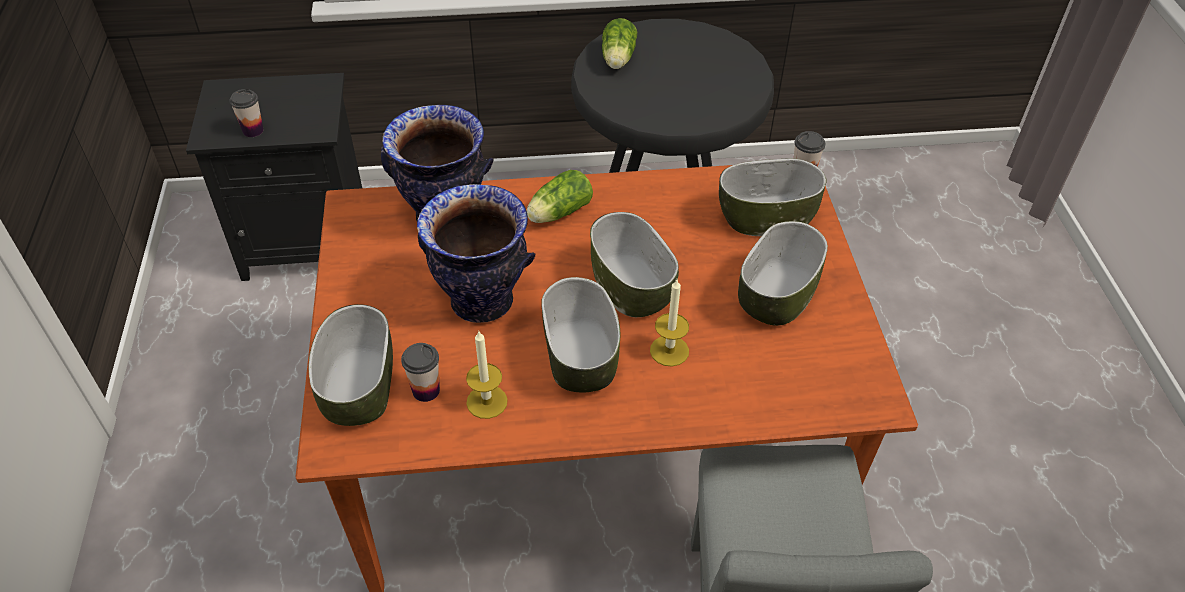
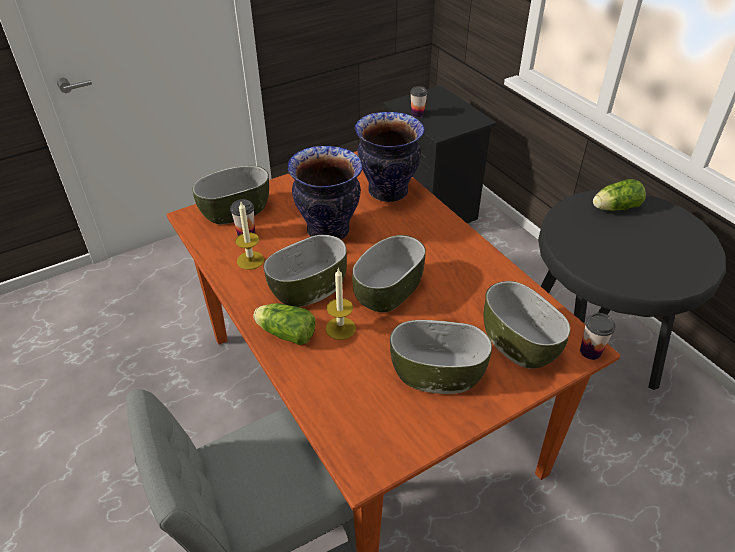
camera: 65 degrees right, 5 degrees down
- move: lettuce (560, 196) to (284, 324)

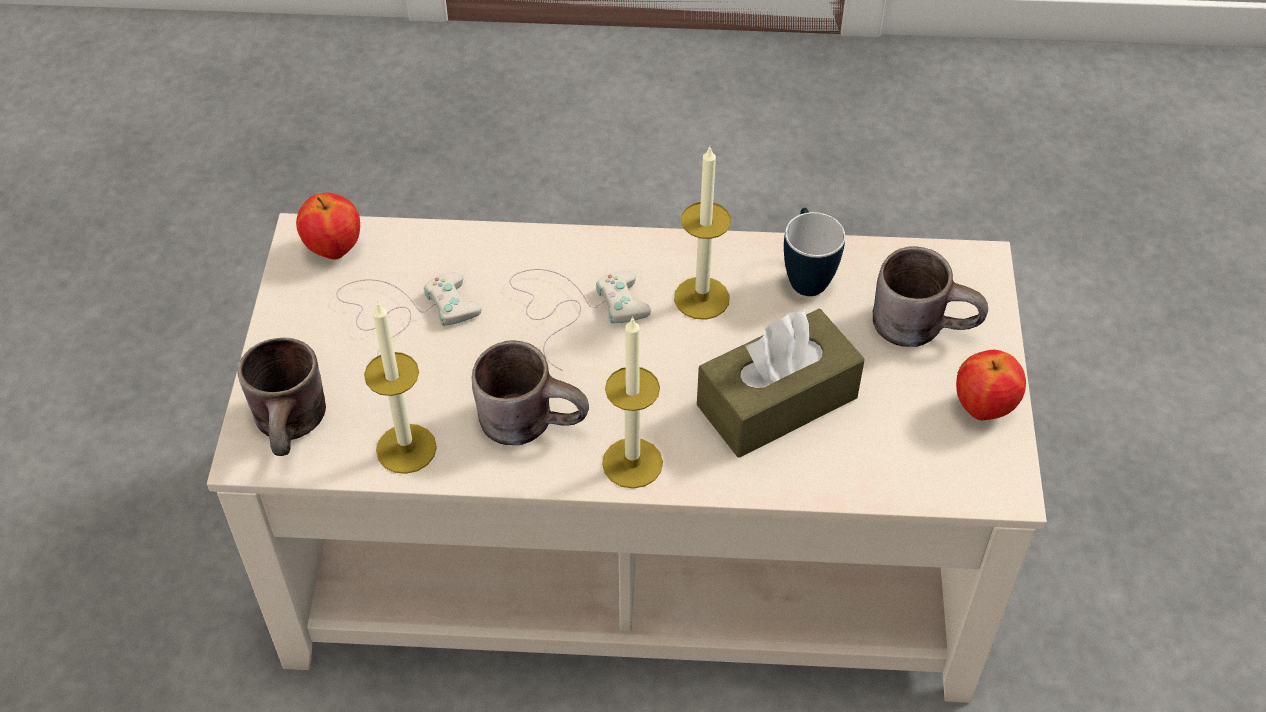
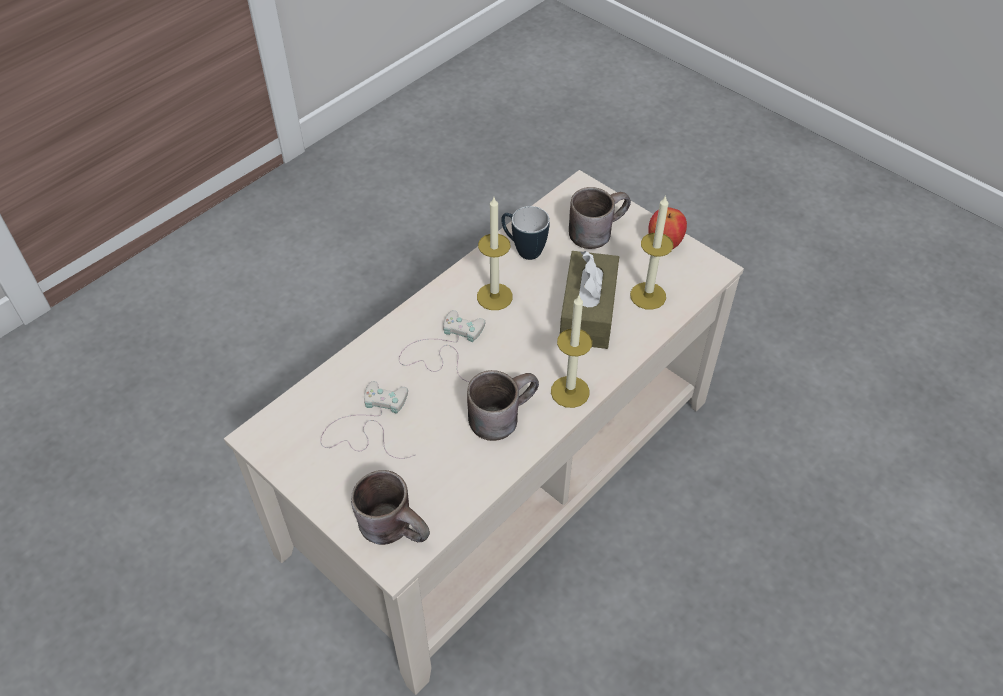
camera: 50 degrees left, 0 degrees up
- delete: whole apple (328, 226)
- move: candle (400, 387) to (651, 252)

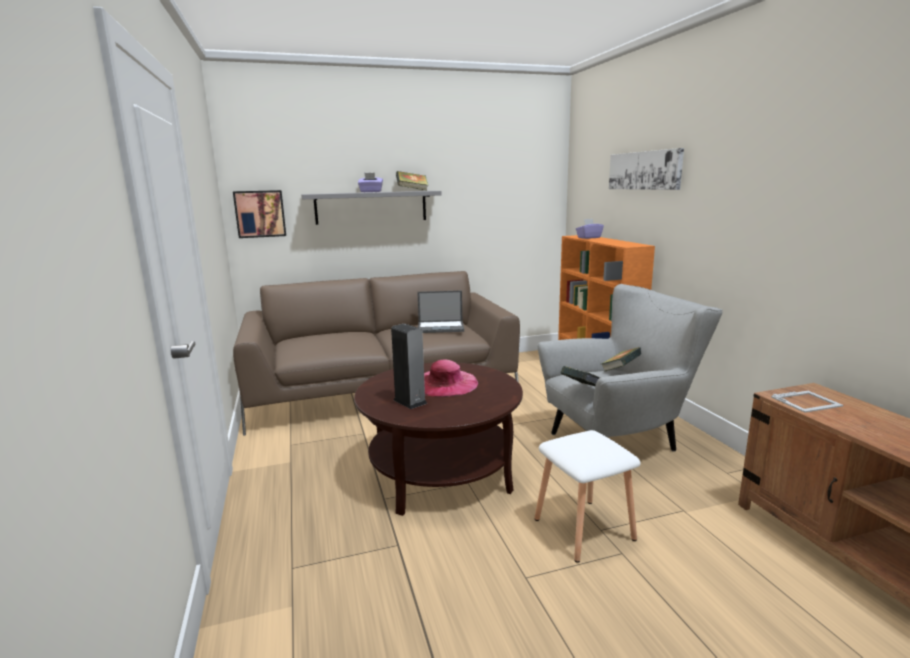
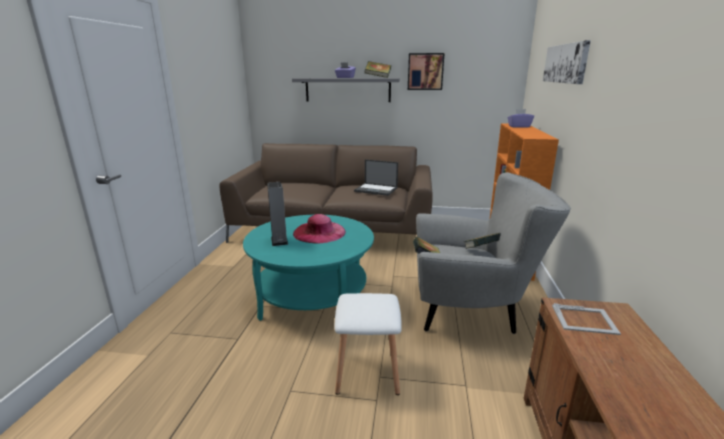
camera: 25 degrees right, 5 degrees up
- move: wall art (259, 214) to (426, 71)
- recolor: brown low table (438, 439) to turquoise low table (308, 268)

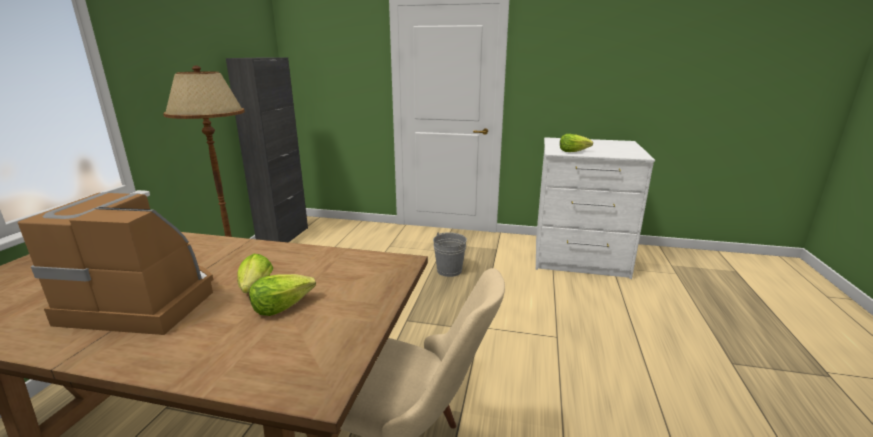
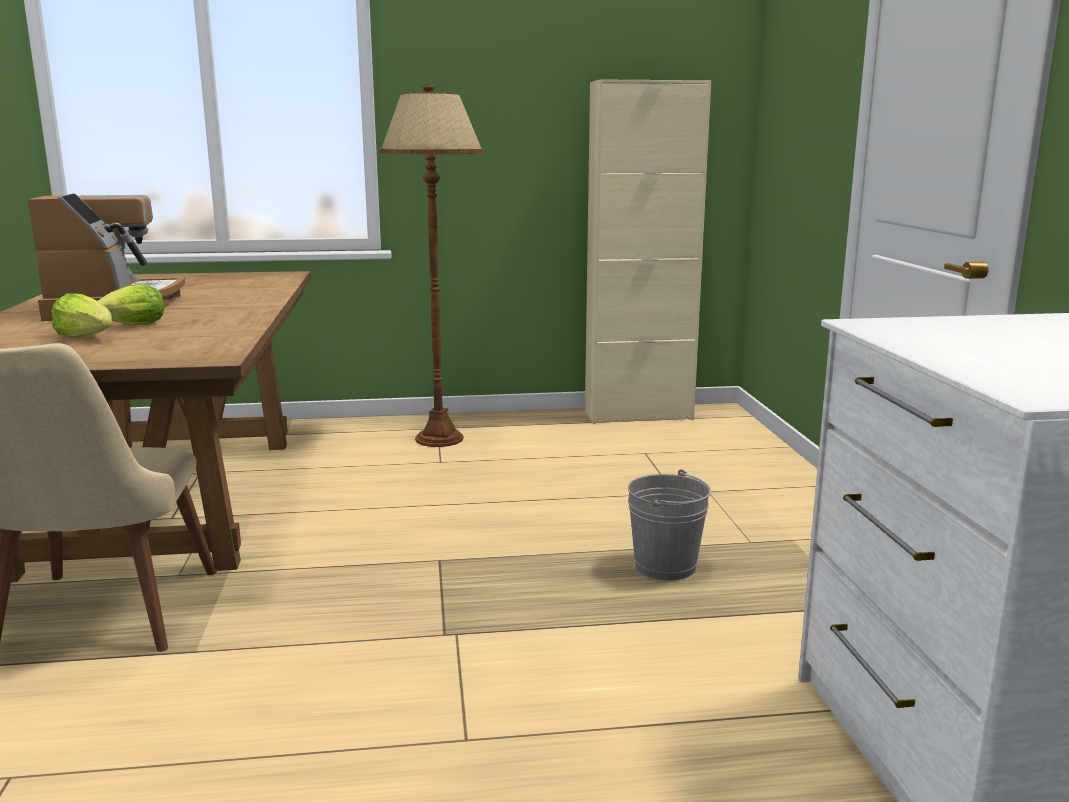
camera: 70 degrees right, 5 degrees down
- recolor: black cupboard (267, 150) to sand-coloured cupboard (648, 251)
- delete: lettuce (576, 143)

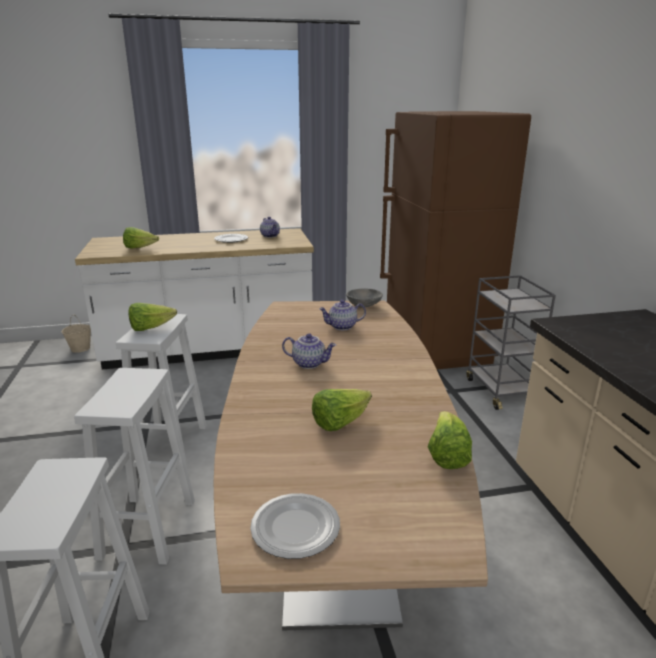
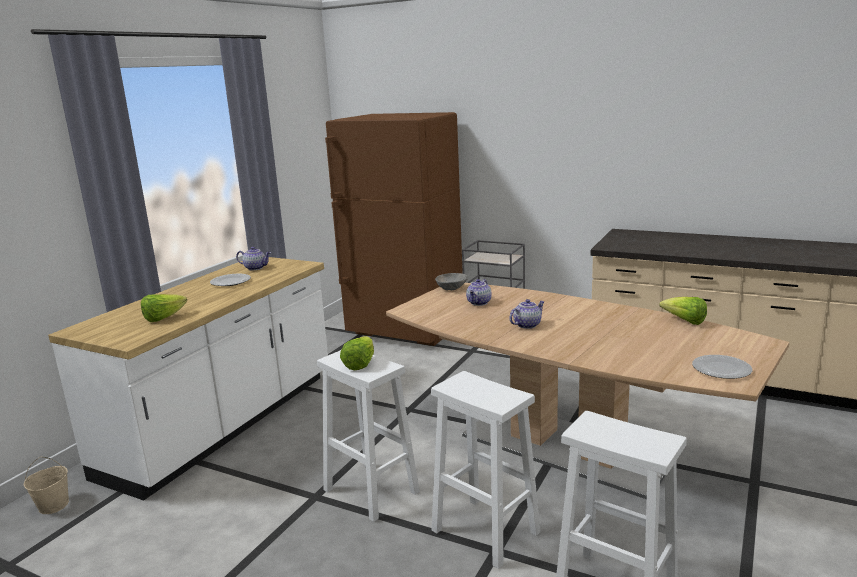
camera: 50 degrees left, 5 degrees down
- delete: lettuce (342, 410)

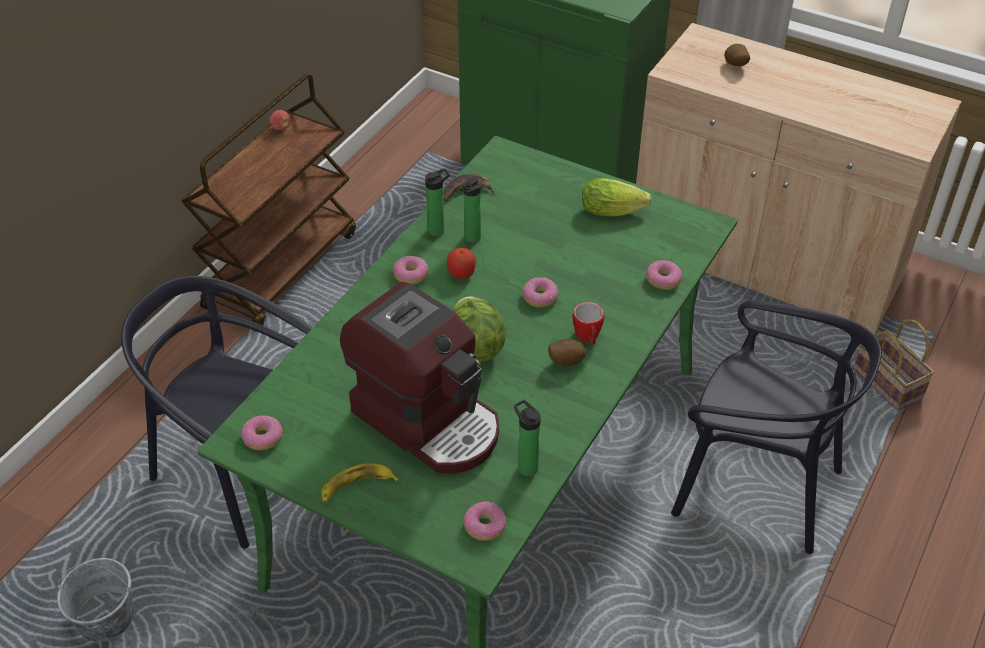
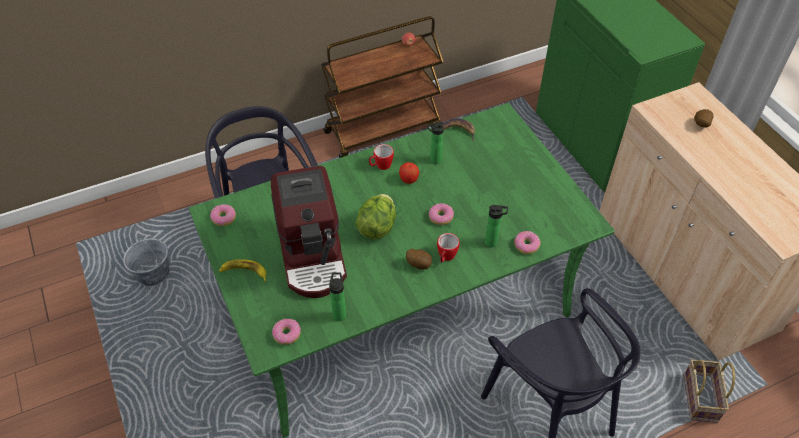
camera: 35 degrees right, 5 degrees up
- replace: donut (411, 269) to coffee mug (381, 157)
- move: bottle (437, 202) to (496, 226)
- delete: lettuce (617, 197)

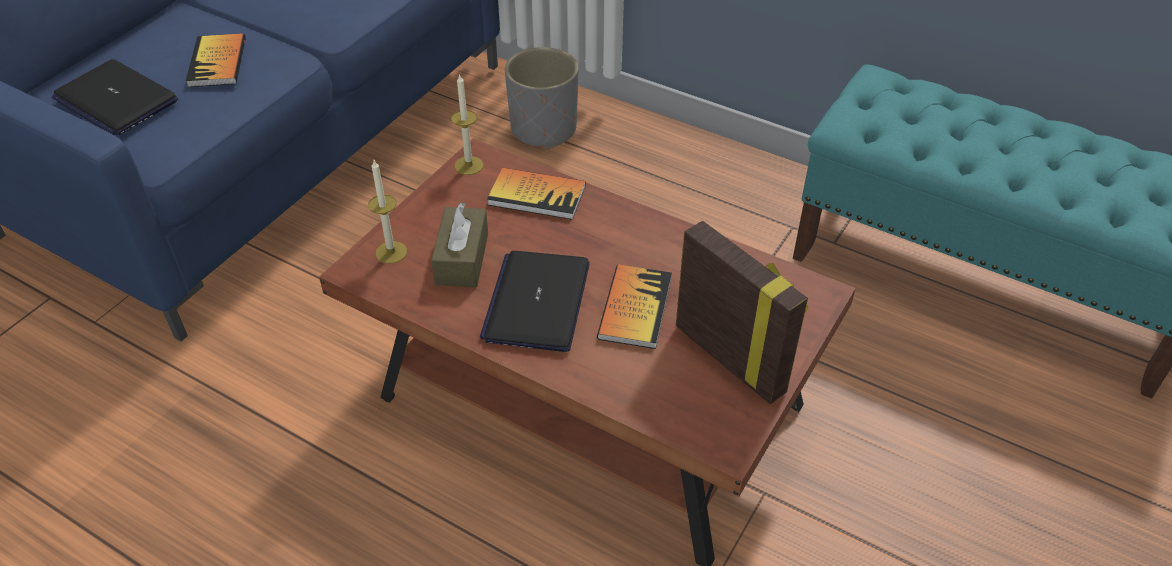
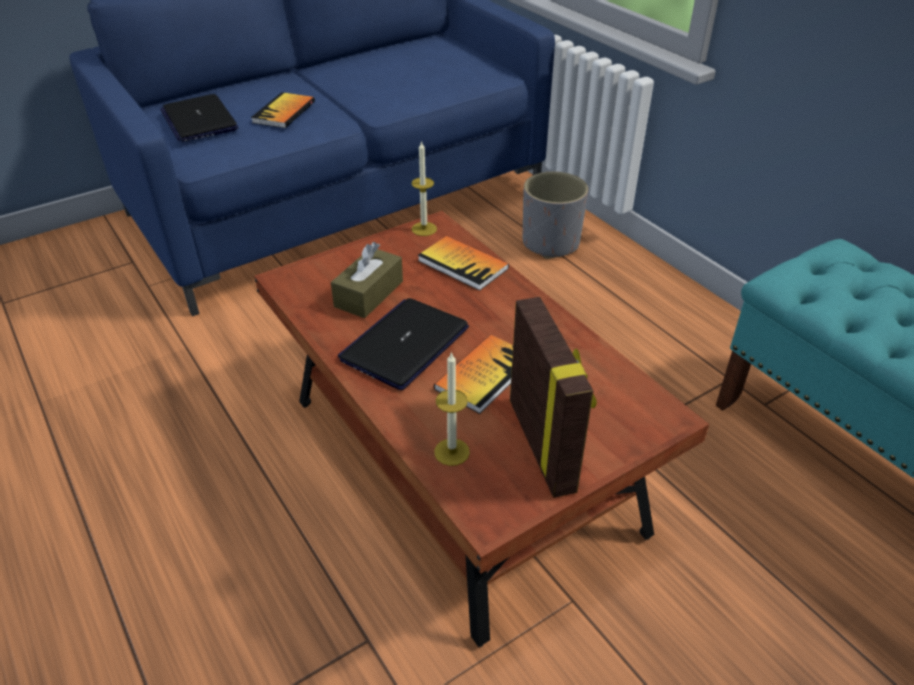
camera: 25 degrees right, 5 degrees down
- move: candle (387, 212) to (452, 408)

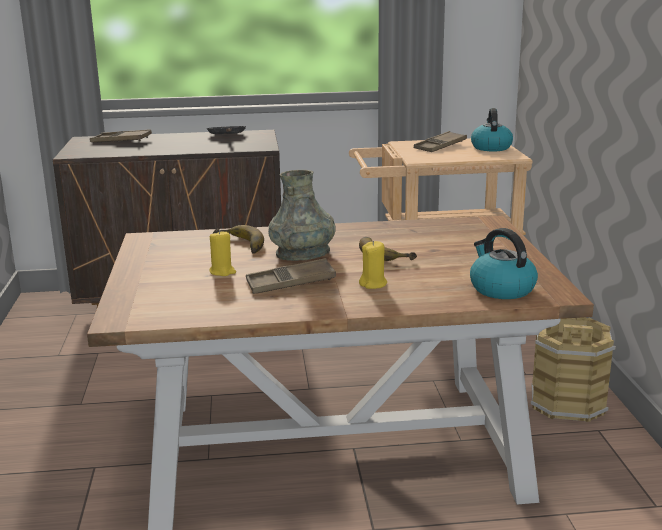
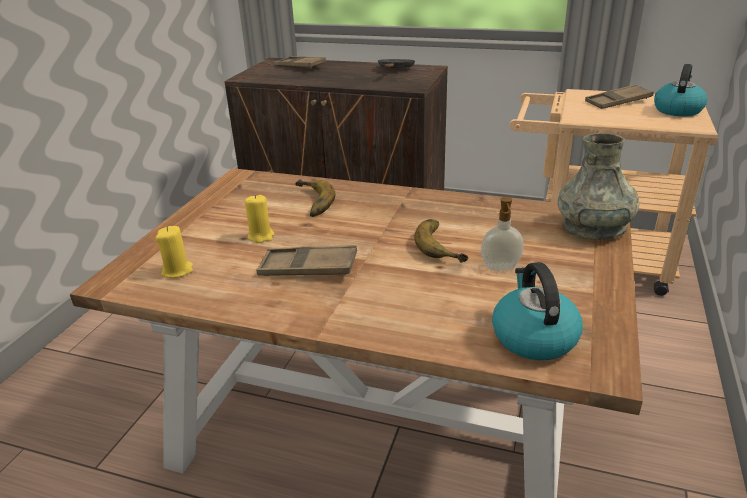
camera: 25 degrees right, 10 degrees up
- move: greyish decorative vase (301, 215) to (598, 186)
- move: yellow candle (373, 265) to (174, 252)
- delete: brown pail (573, 369)
- insert: soap bottle (502, 234)

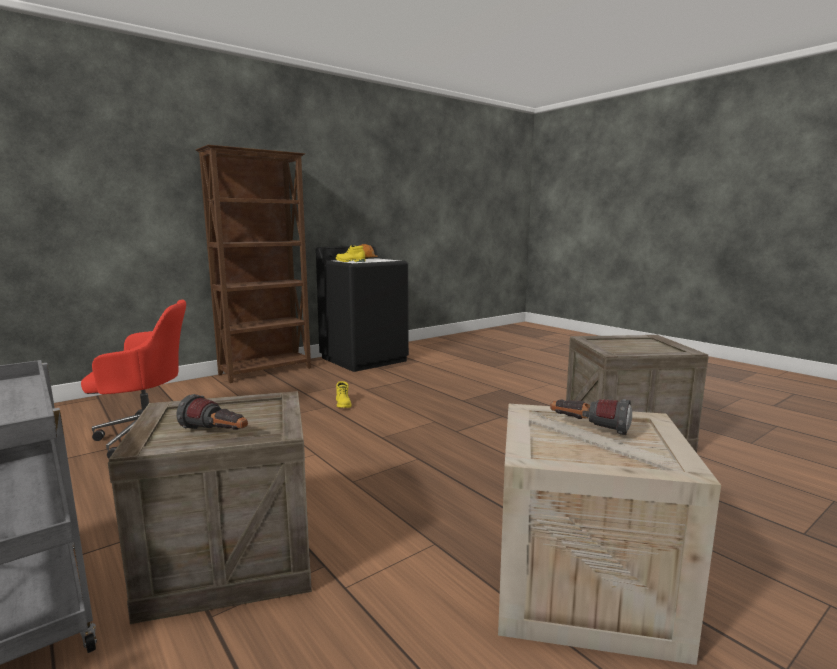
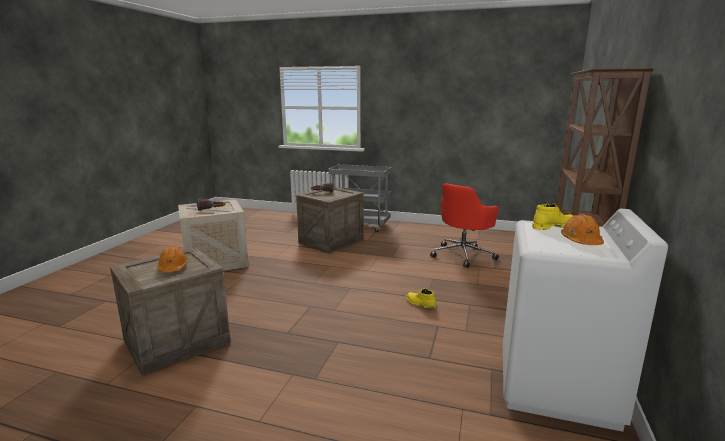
camera: 145 degrees right, 5 degrees up
- recolor: black washing machine (362, 308) to whitish washing machine (585, 320)
- insert: orangey safety helmet (172, 259)

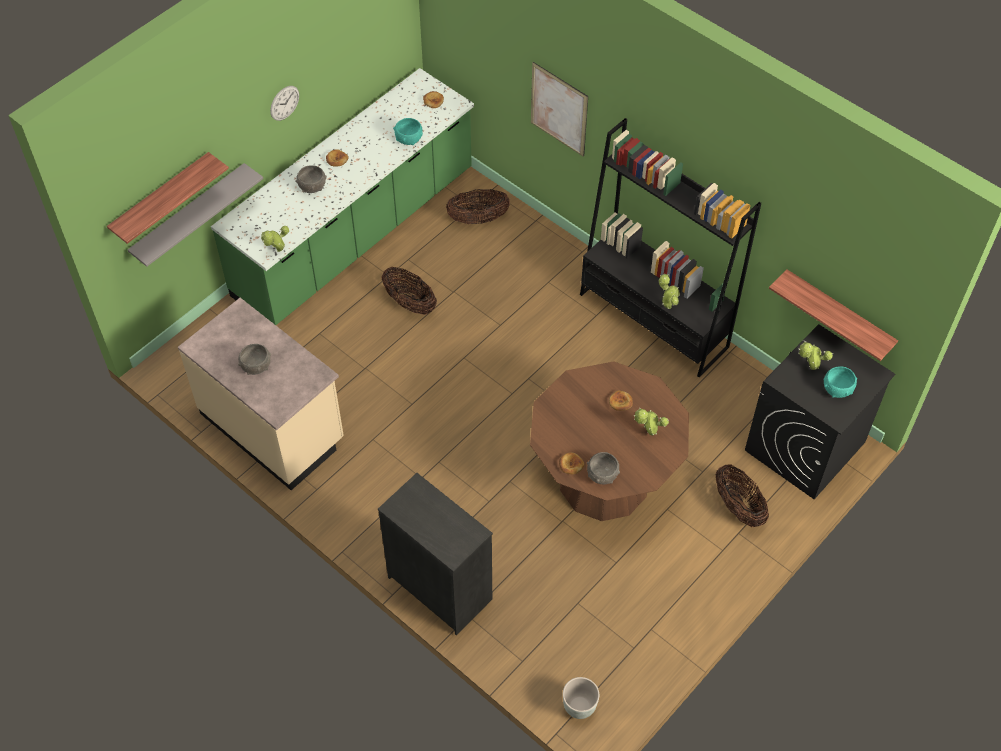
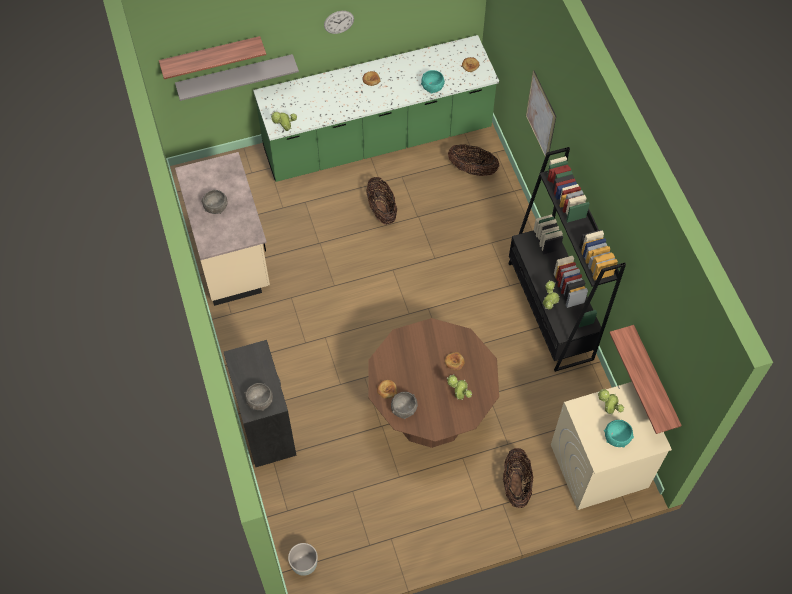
camera: 30 degrees right, 5 degrees up
- move: greyish serving bowl (311, 179) to (258, 397)
- recolor: black washing machine (820, 411) to sand-coloured washing machine (611, 446)

